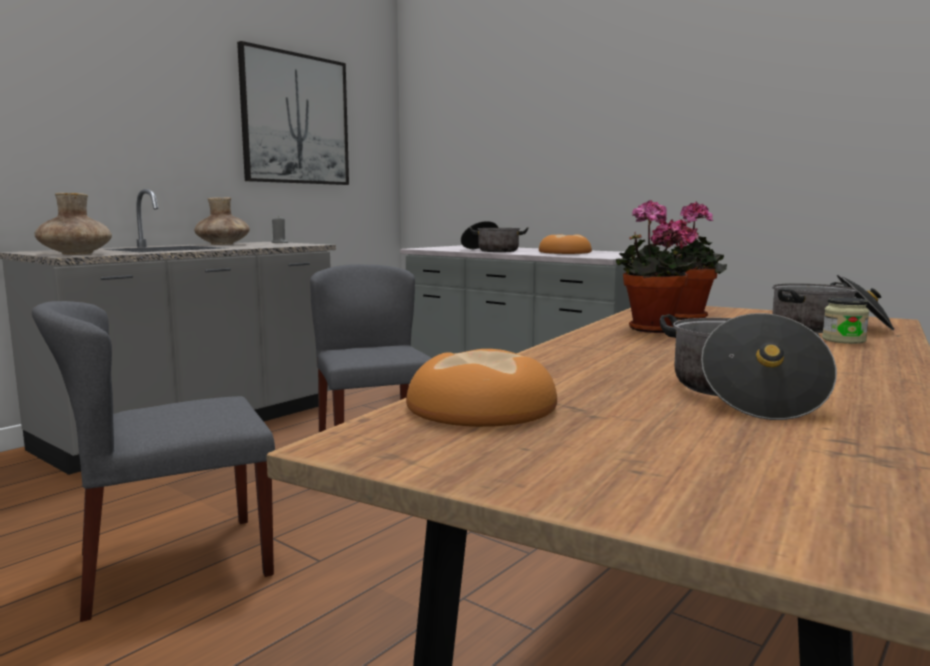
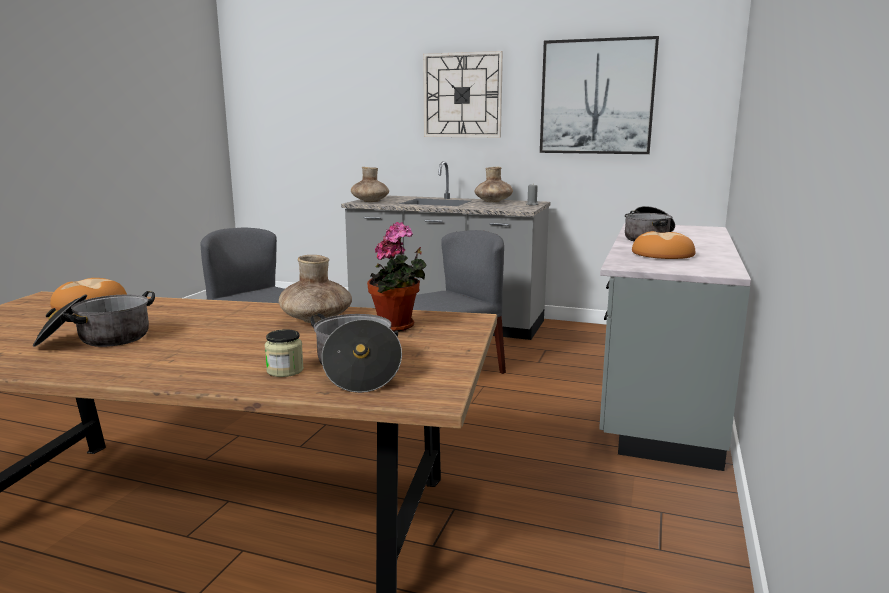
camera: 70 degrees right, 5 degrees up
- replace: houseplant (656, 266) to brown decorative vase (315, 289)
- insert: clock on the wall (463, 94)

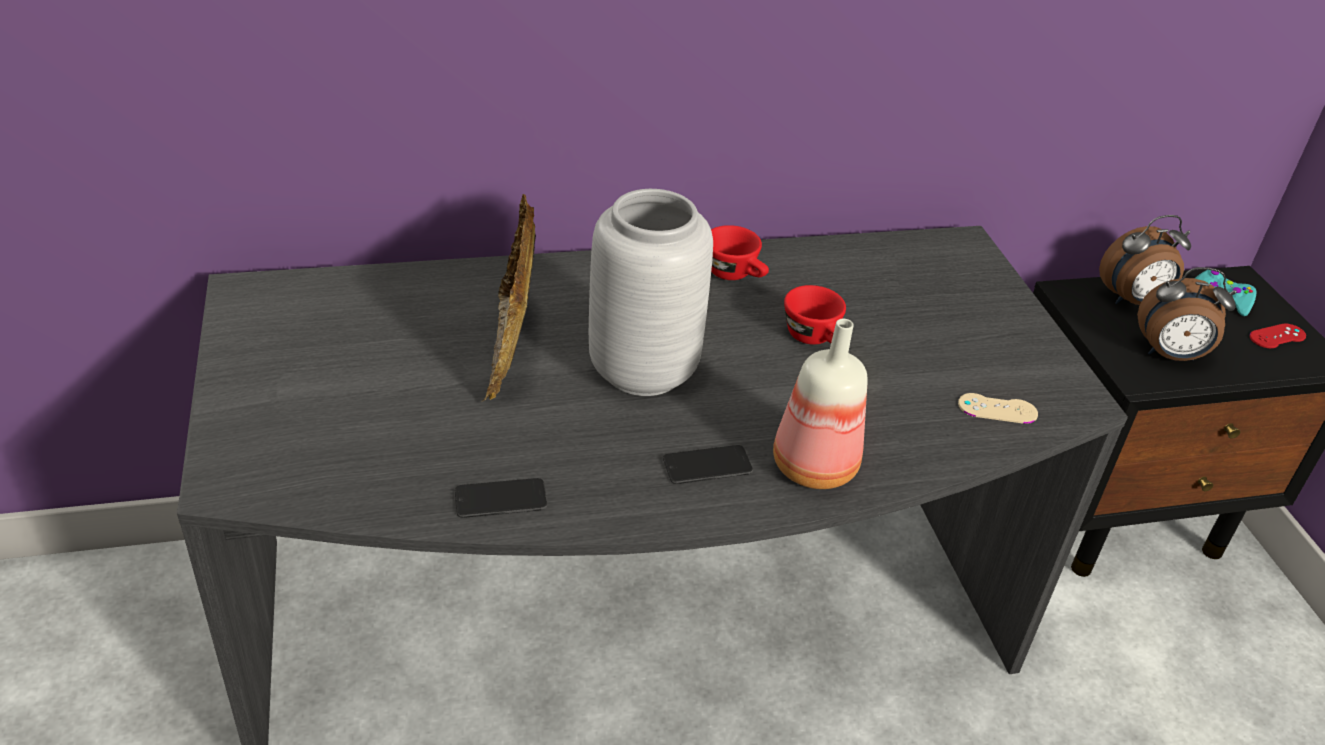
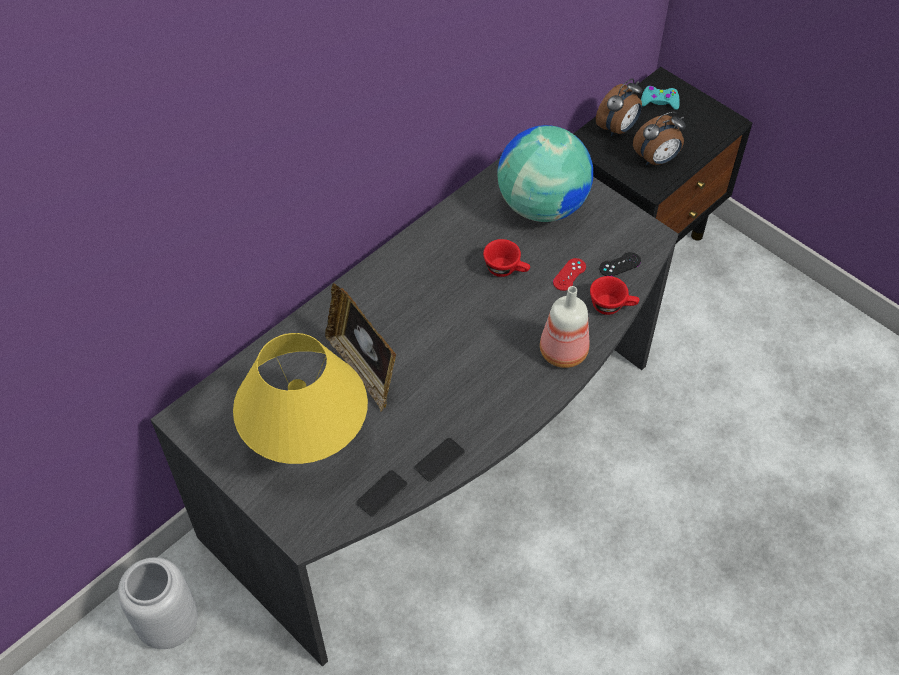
camera: 30 degrees left, 15 degrees up
- move: greyish decorative vase (651, 292) to (158, 603)
- move: telephone (708, 464) to (381, 493)
- move: reddish small cup (740, 252) to (614, 295)
- recolor: sand-coloured gamepad (998, 408) to black gamepad (620, 264)
- move: reddish gamepad (1277, 335) to (569, 274)
- insert: yellow table lamp (300, 398)
- insert: desk globe (545, 173)

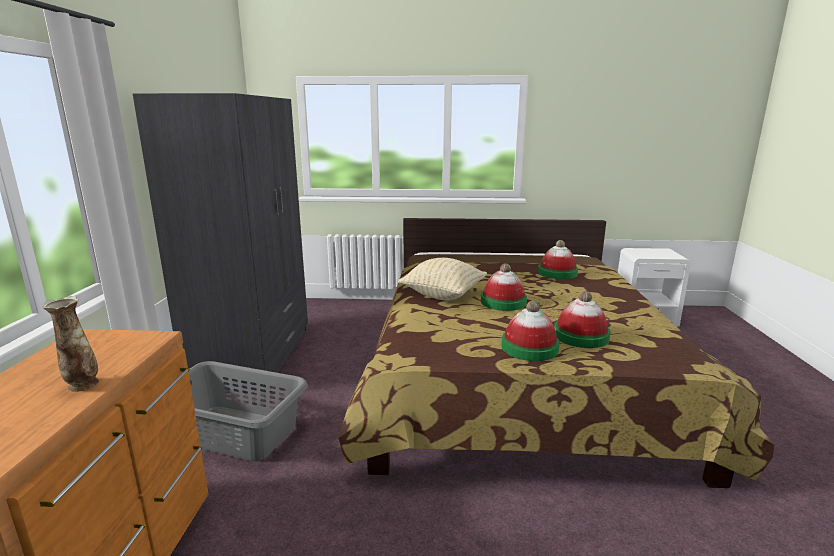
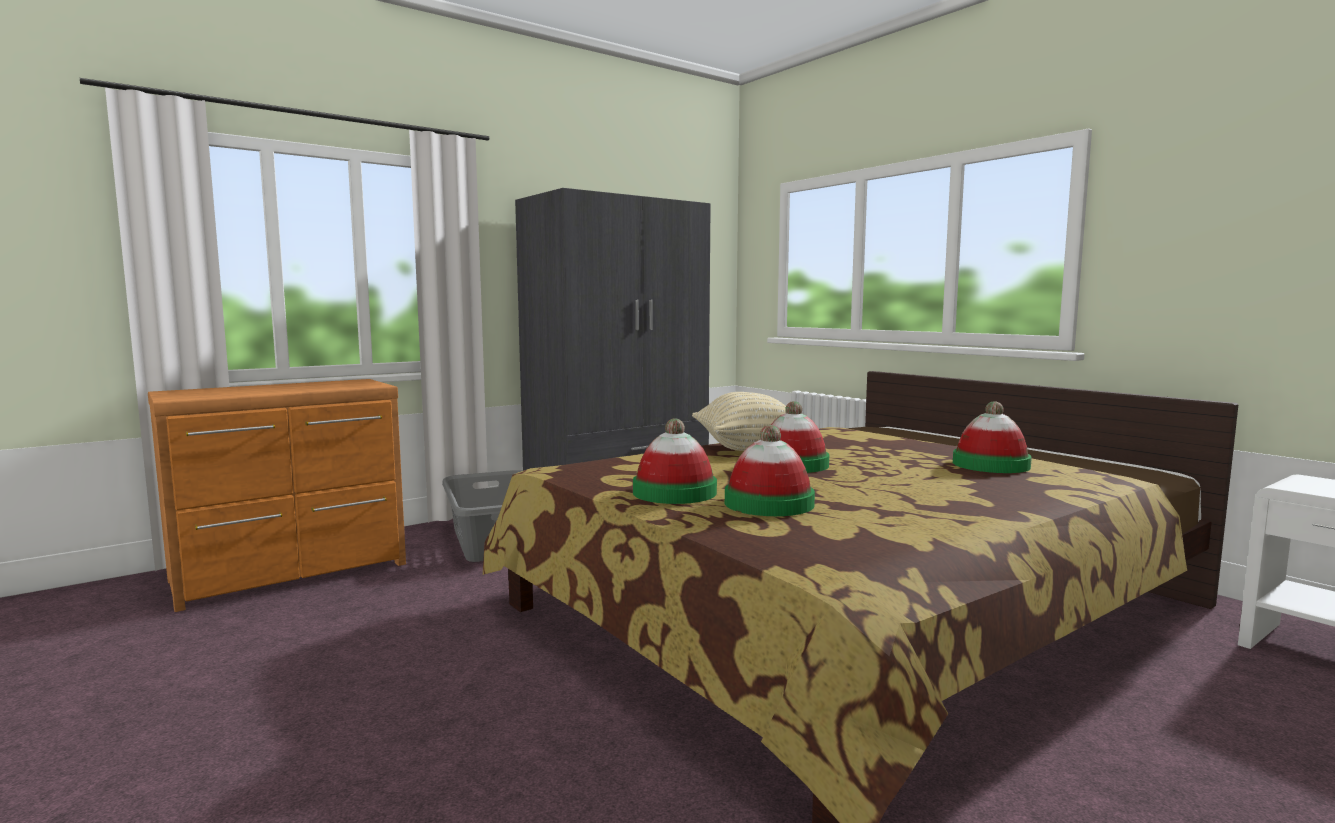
camera: 50 degrees right, 10 degrees down
- delete: decorative vase (70, 344)

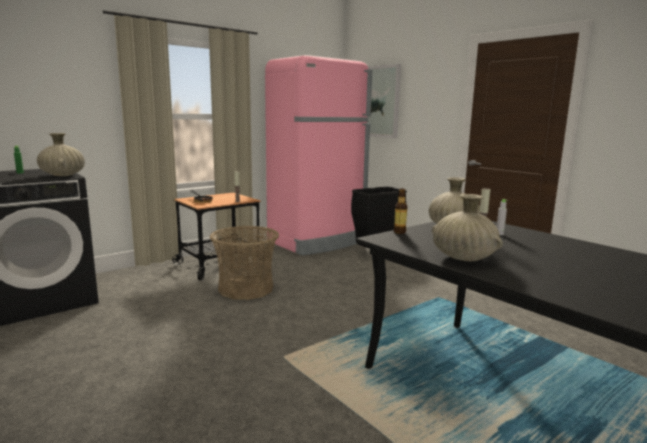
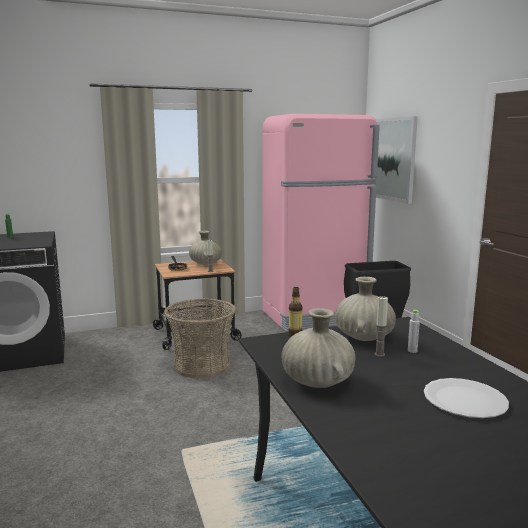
camera: 20 degrees right, 0 degrees up
- move: sand-coloured decorative vase (61, 154) to (205, 248)
- insert: whitish flat dish (466, 398)

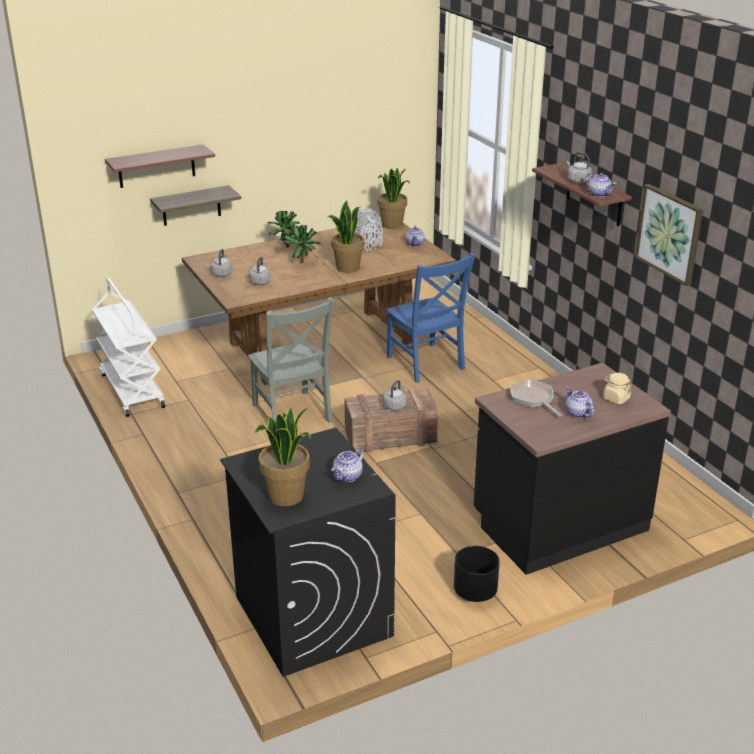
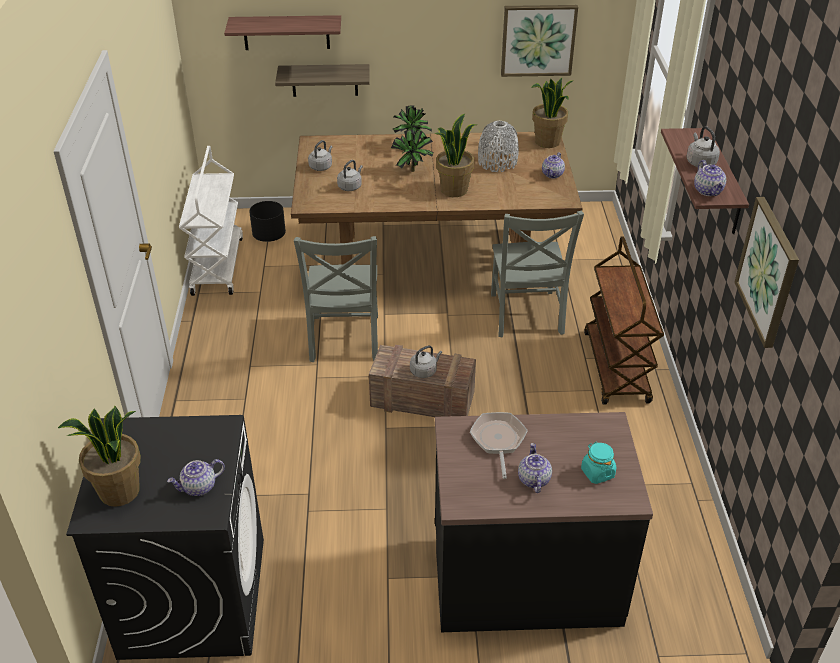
camera: 25 degrees right, 10 degrees up
- recolor: blue upright chair (431, 318) to greyish upright chair (537, 274)
- move: black planter (477, 574) to (267, 221)
- recolor: sand-coloured jar (617, 388) to turquoise jar (598, 463)
- insert: wall art (539, 41)
- insert: brown cart (624, 320)

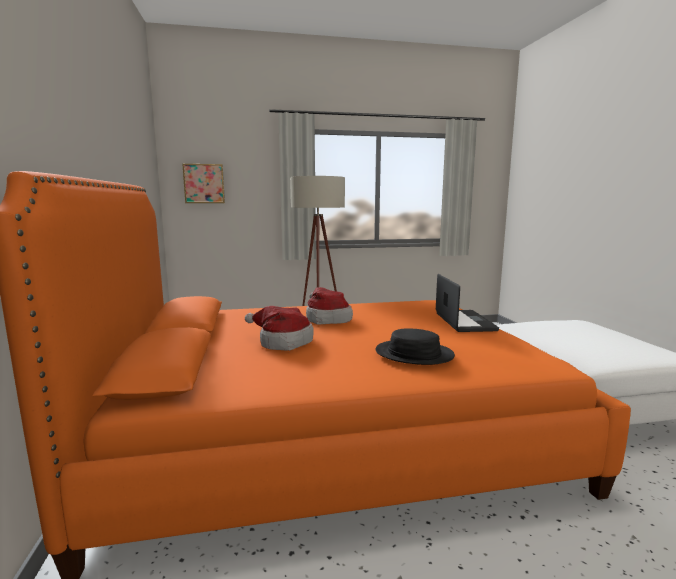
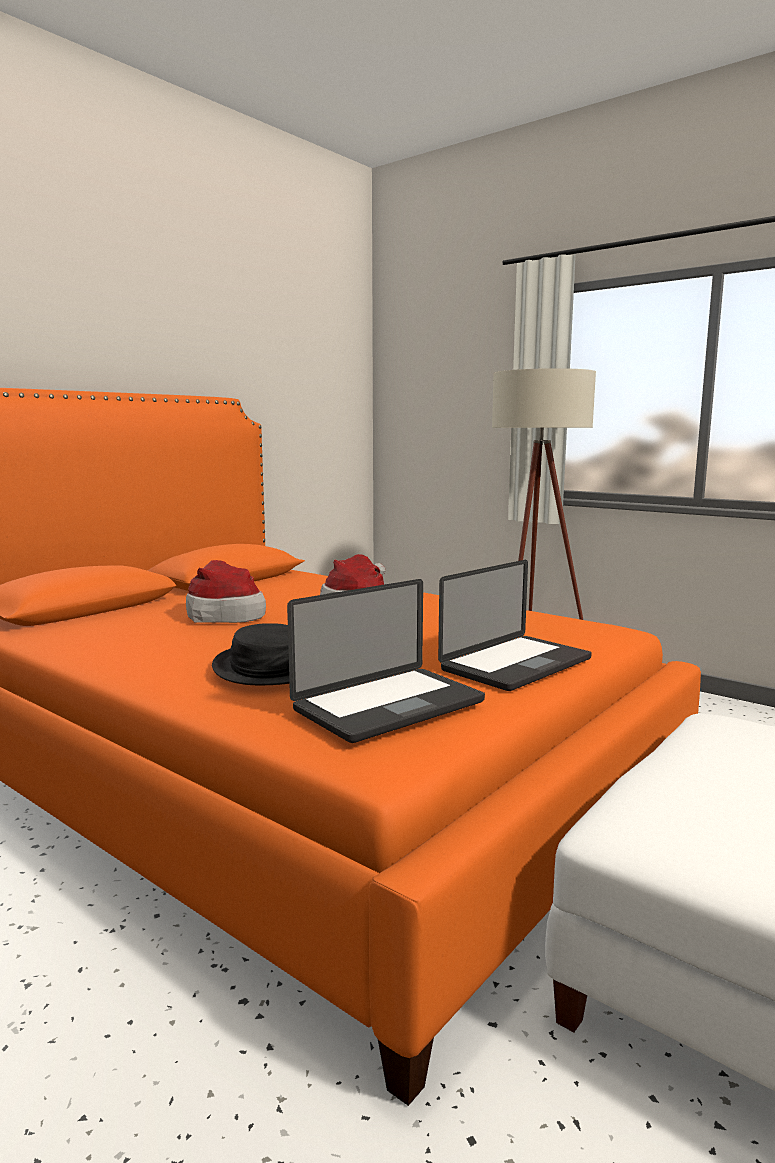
camera: 50 degrees right, 0 degrees up
- delete: wall art (203, 183)
- insert: laptop (386, 661)

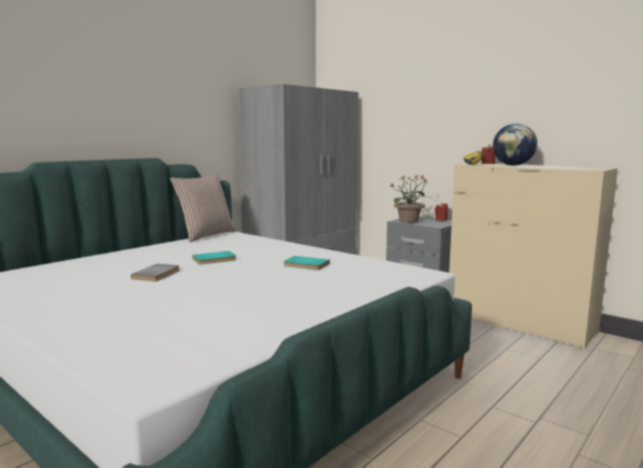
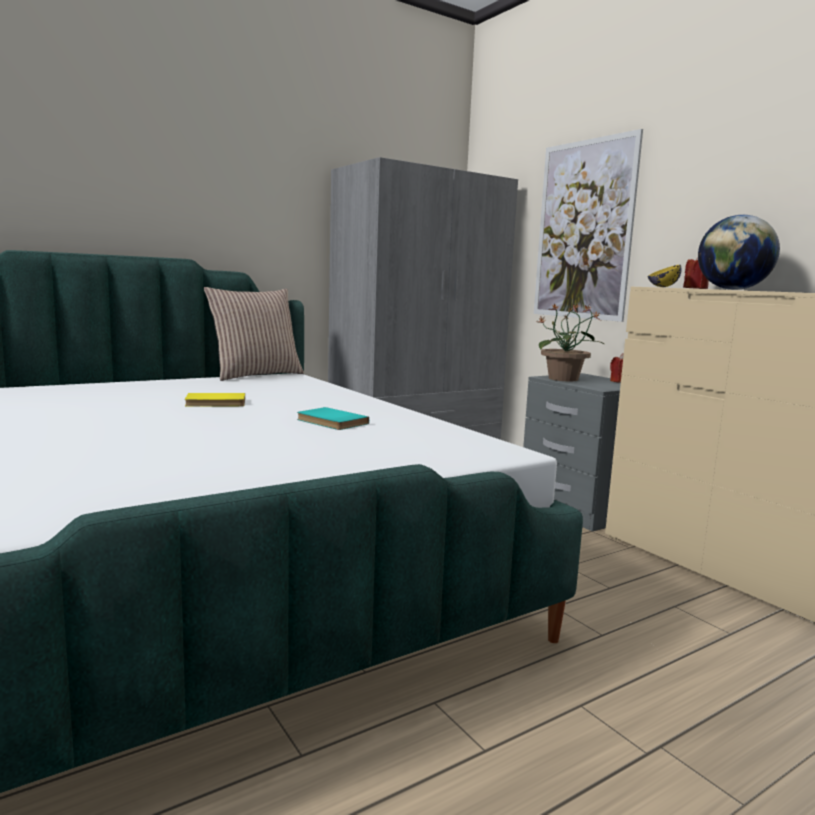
camera: 15 degrees right, 0 degrees up
- delete: greyish bound book (155, 272)
- recolor: turquoise bound book (214, 258) to yellow bound book (215, 400)
- insert: wall art (588, 225)

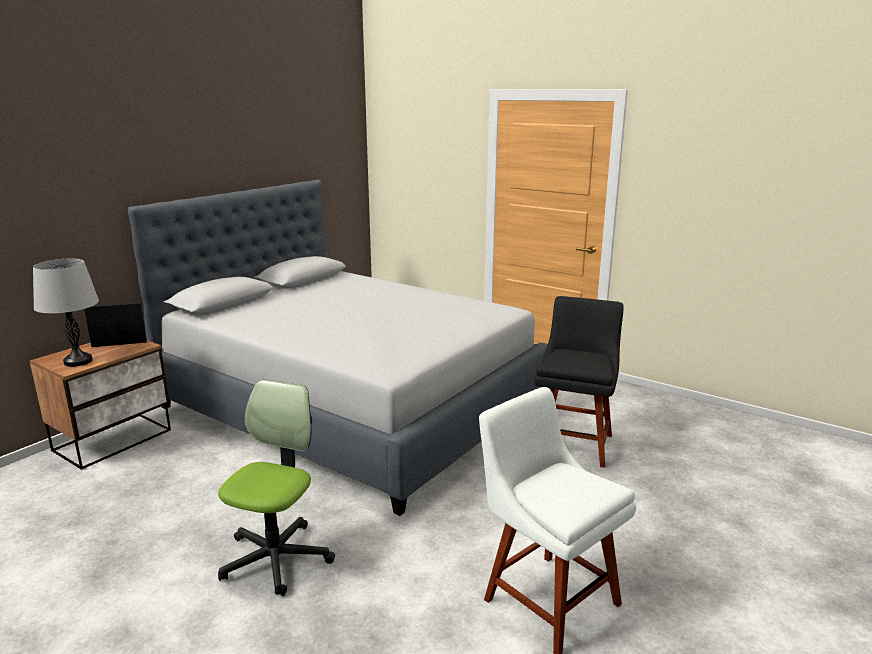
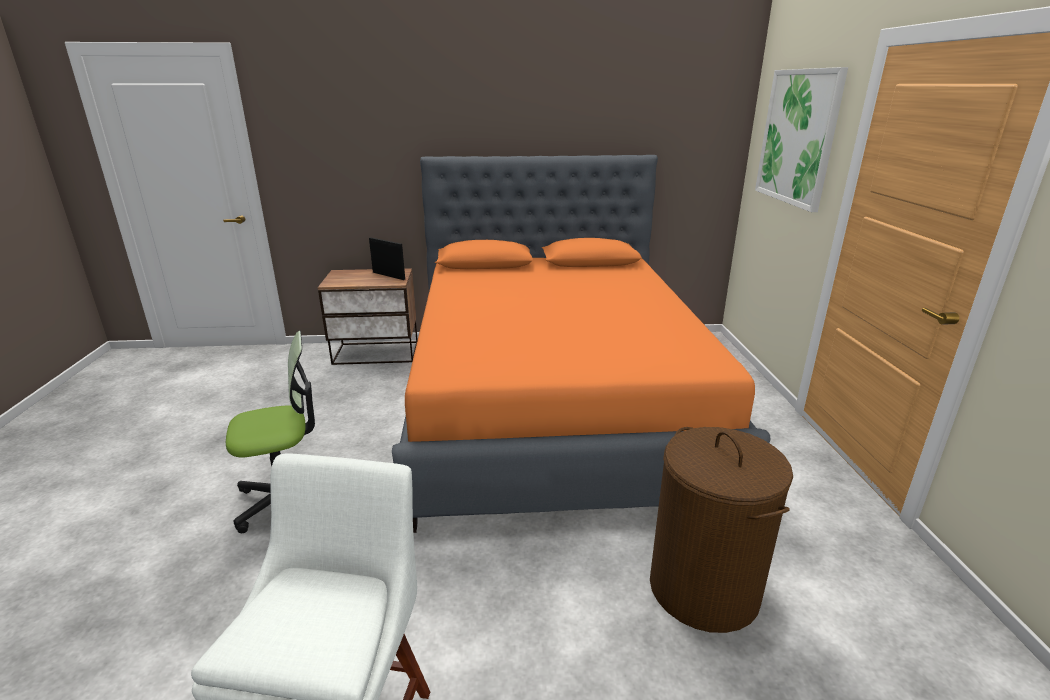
camera: 50 degrees right, 5 degrees up
- delete: greyish table lamp (66, 313)
- recolor: greyish bed (338, 348) to orangey bed (581, 344)
- replace: black upright chair (579, 382) to brown laundry basket (721, 530)
- insert: wall art (801, 139)

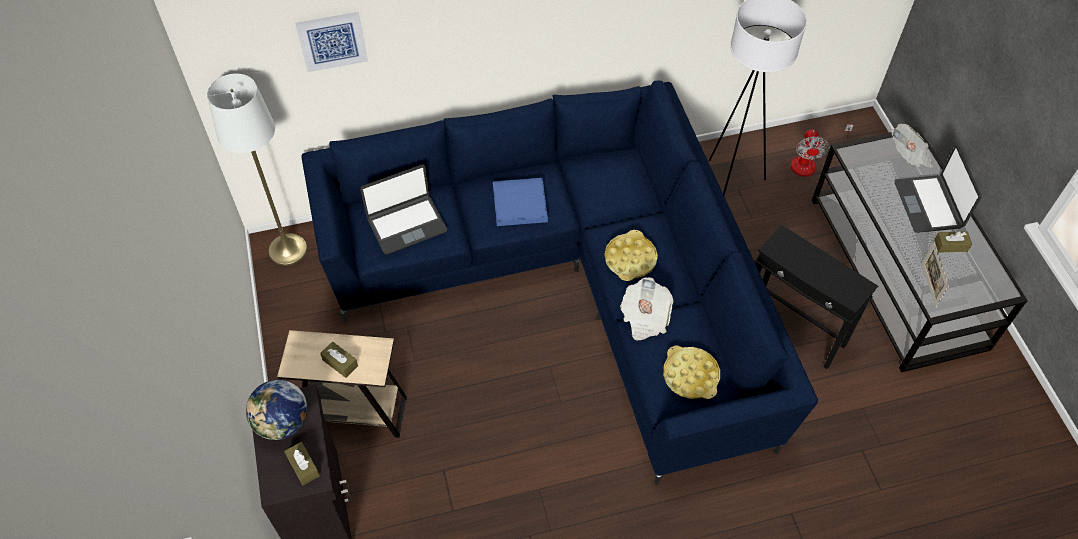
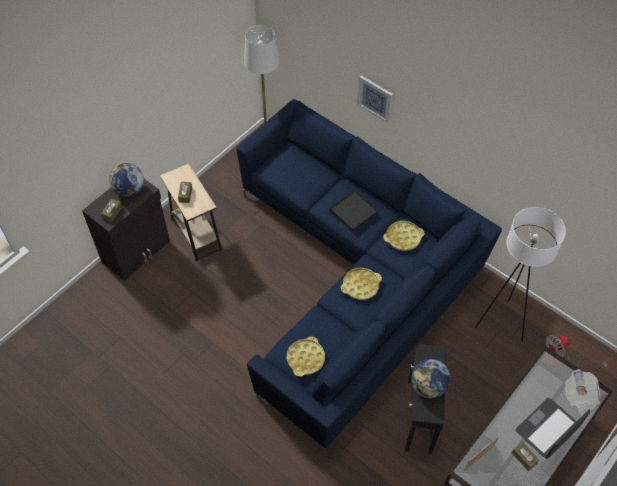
camera: 55 degrees right, 0 degrees up
- move: wall art (331, 42) to (375, 99)
- delete: laptop (403, 210)
- recolor: blue tray (520, 202) to black tray (353, 211)
- delete: newspaper (647, 309)
- insert: yellow tray (403, 236)
- insert: desk globe (430, 378)

